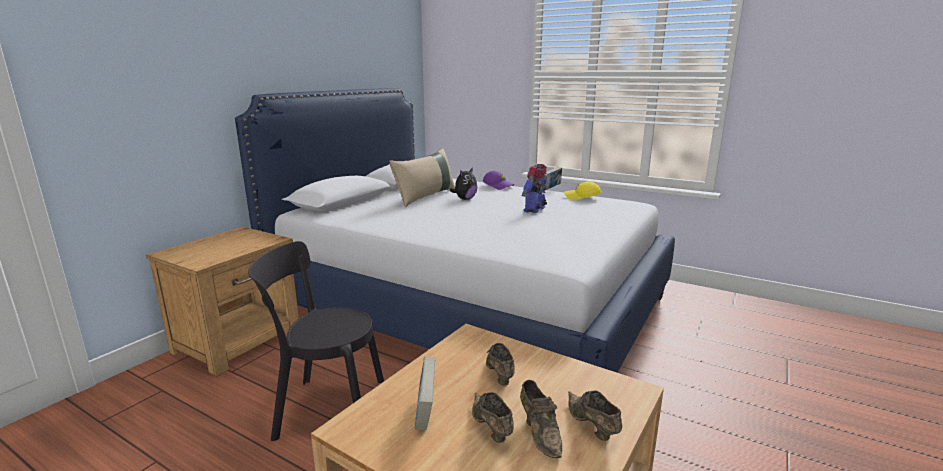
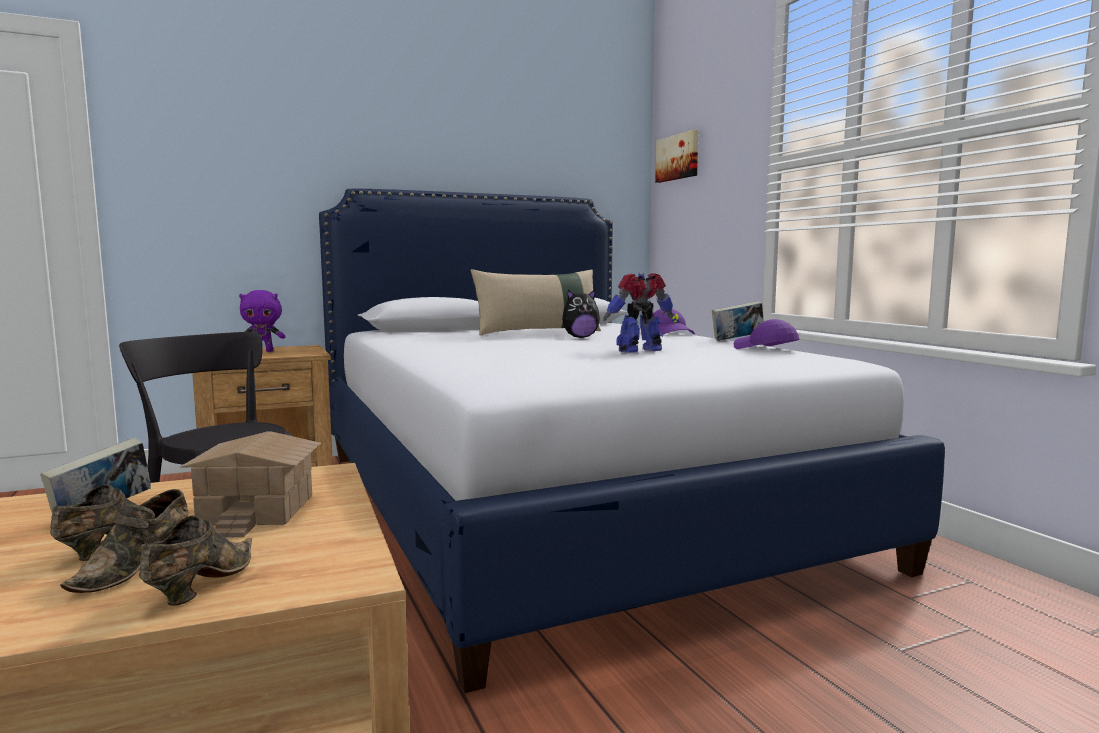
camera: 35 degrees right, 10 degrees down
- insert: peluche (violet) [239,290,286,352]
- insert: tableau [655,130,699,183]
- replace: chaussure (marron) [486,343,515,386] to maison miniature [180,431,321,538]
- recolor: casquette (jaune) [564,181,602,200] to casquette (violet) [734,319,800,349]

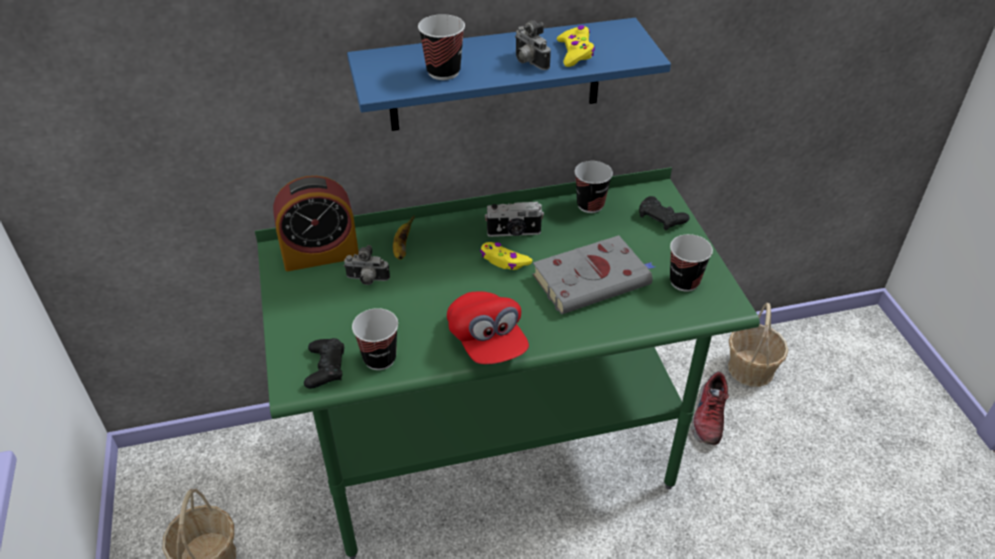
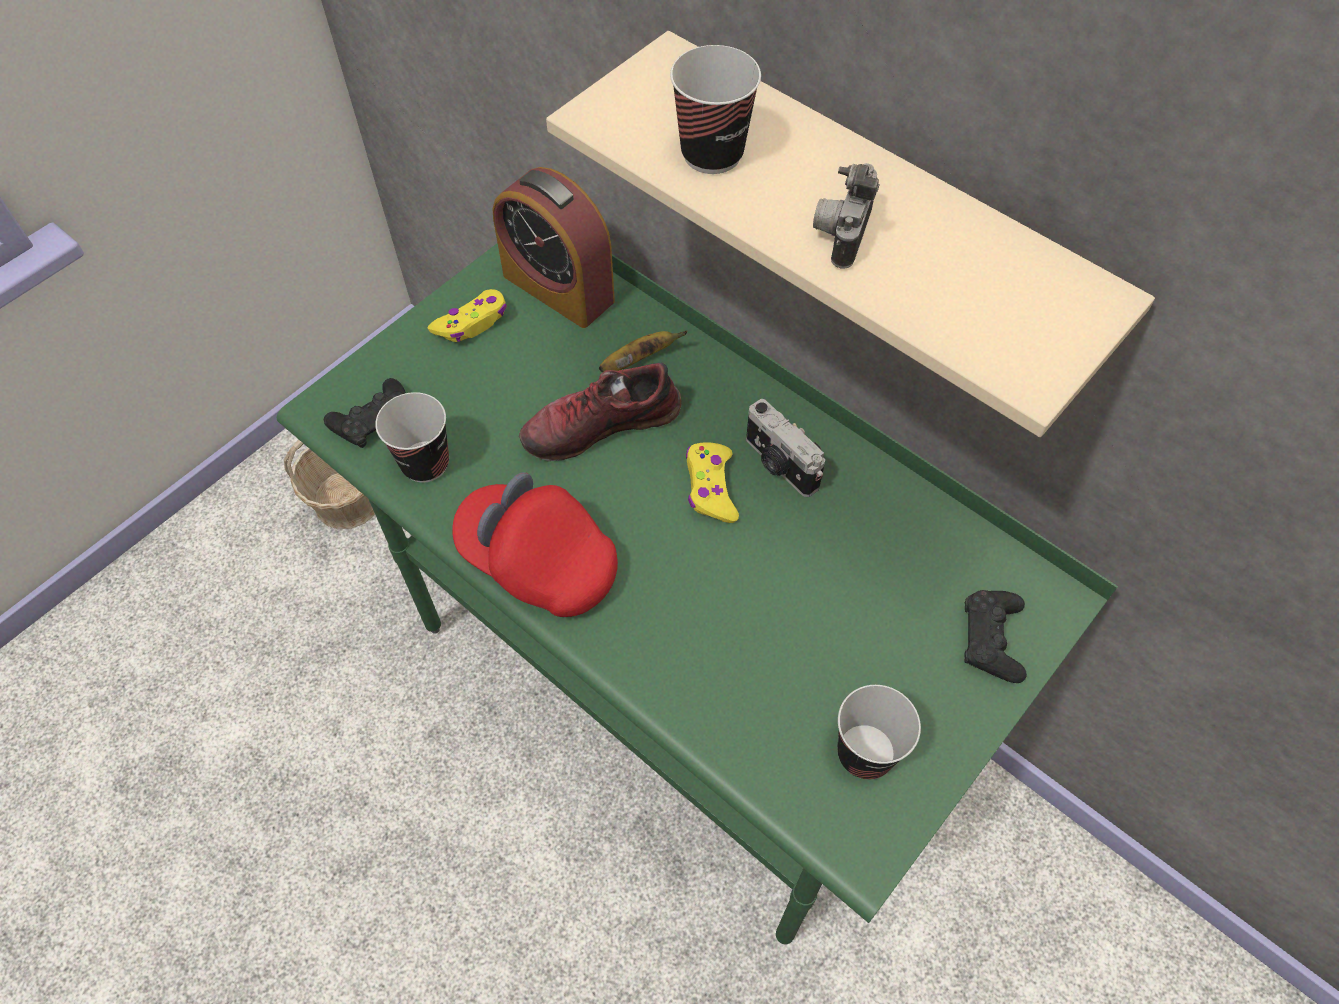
camera: 55 degrees right, 15 degrees up
- delete: appareil photo [344,245,390,285]
- delete: livre (gris) [533,235,655,315]
- delete: tasse [575,161,613,213]
- delete: panier [728,303,788,387]
- move: manette (jaune) [557,25,595,67] to [427,289,507,342]
- move: chaussure [691,371,729,445] to [519,363,682,461]
- recolor: étagère (bleu) [347,18,671,131] to étagère (beige) [546,31,1155,437]
- rotate: casquette (rouge) [447,291,529,364] = [452,472,618,617] 90 degrees clockwise

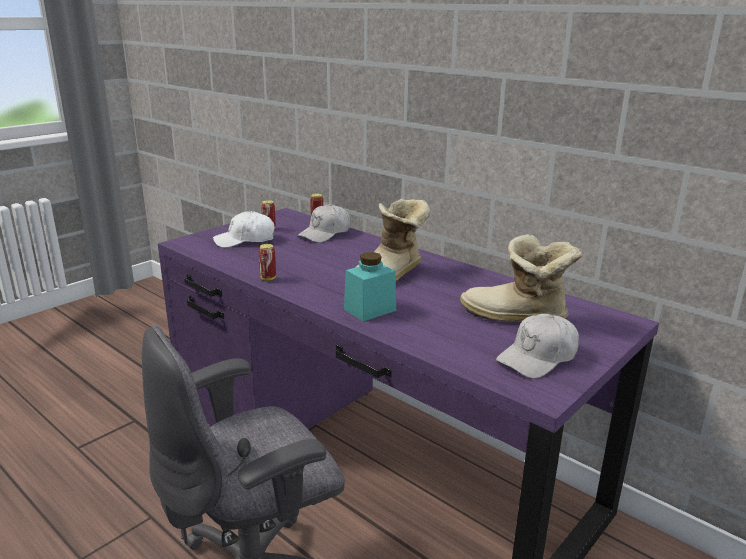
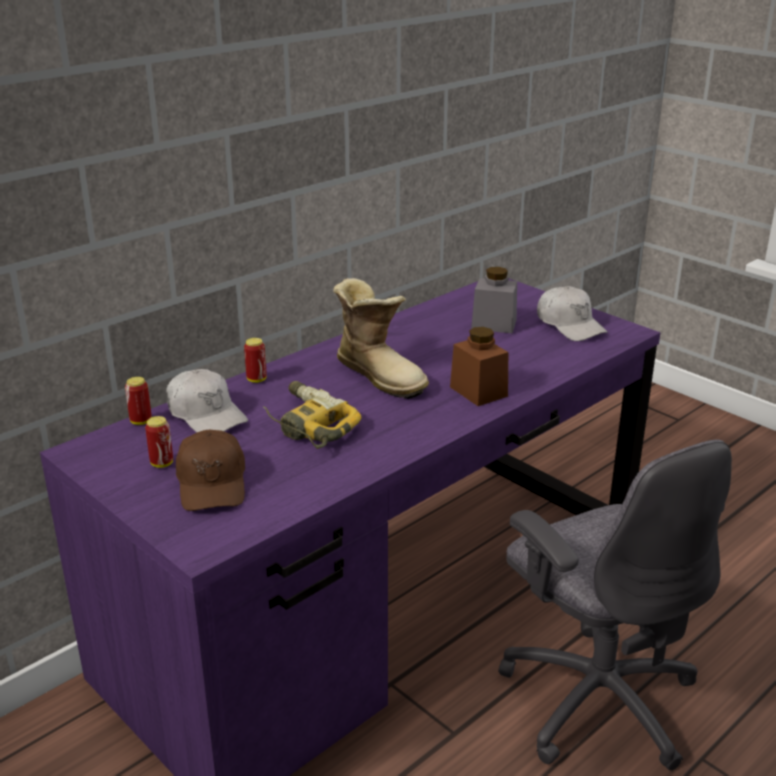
camera: 85 degrees left, 5 degrees up
- insert: perceuse [263,381,362,449]
- move: boîte métallique [259,244,276,281] to [244,338,267,383]
- replace: botte [460,234,582,322] to bocal (gris) [471,267,517,333]
- recolor: casquette (blanc) [213,211,274,248] to casquette (marron) [176,430,245,511]
- recolor: bocal (turquoise) [344,252,396,322] to bocal (marron) [450,327,508,406]

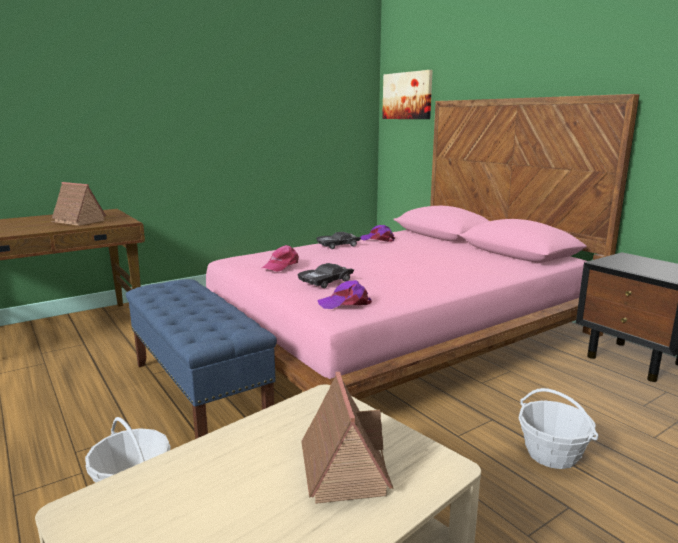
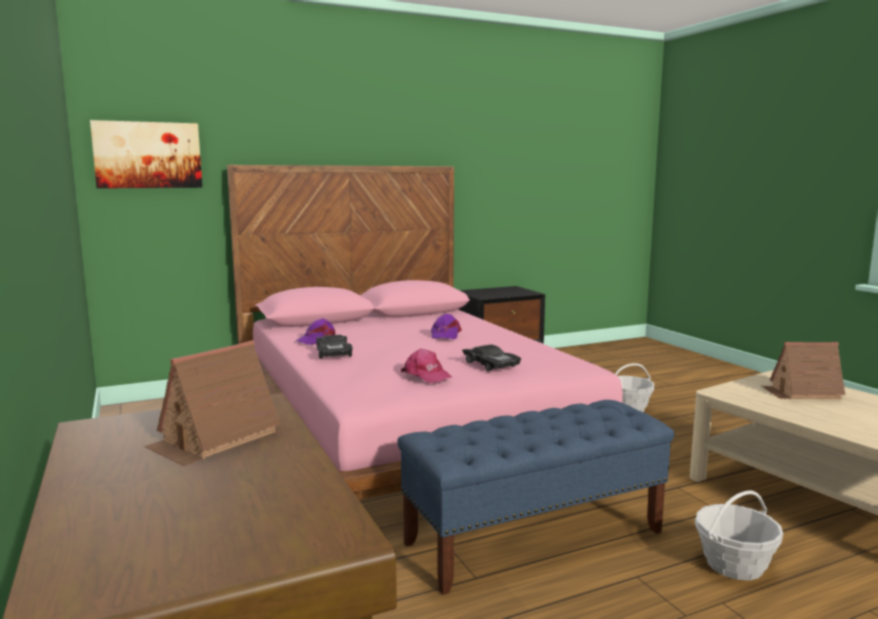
camera: 80 degrees left, 5 degrees down
- move: casquette (violet) [317,280,372,309] to [431,314,462,340]

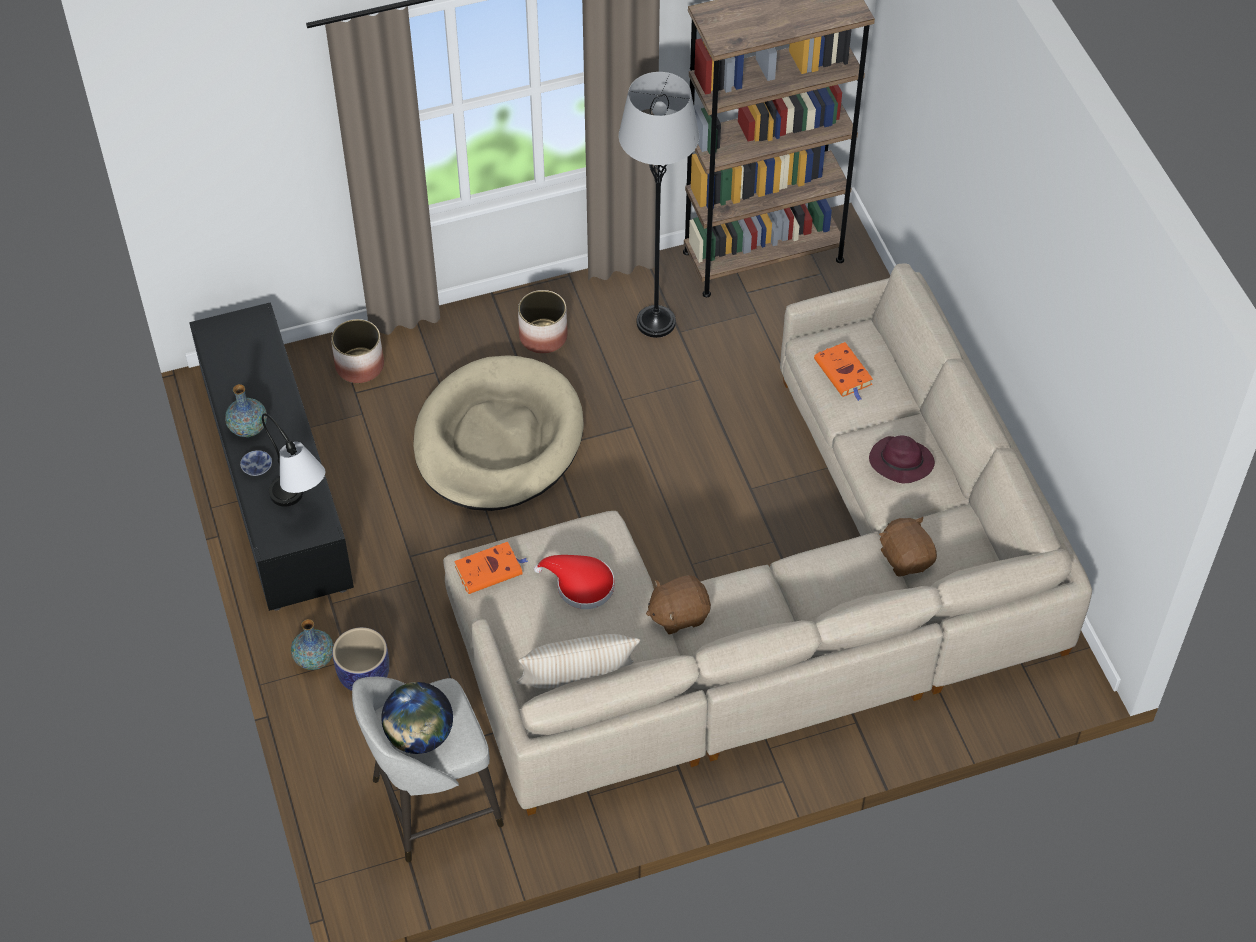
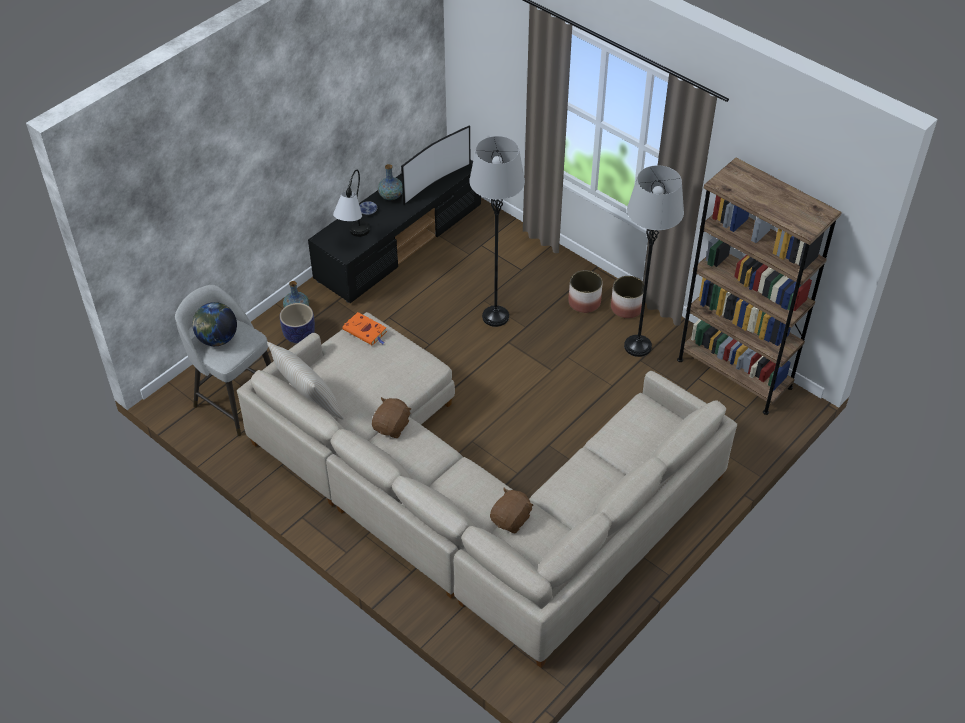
camera: 60 degrees right, 5 degrees down
- delete: chapeau (rouge) [534,555,614,609]
- delete: livre (orange) [814,342,873,401]
- delete: chapeau (violet) [869,435,935,483]
- insert: téléviseur [401,125,471,205]
- move: cache-pot [331,319,384,383] to [611,276,644,318]
- replace: panier pour chien (beige) [413,355,584,511] to lampadaire (gris) [469,136,525,327]
- rotate: peluche (marron) [646,575,711,635] = [372,397,411,438] 75 degrees clockwise

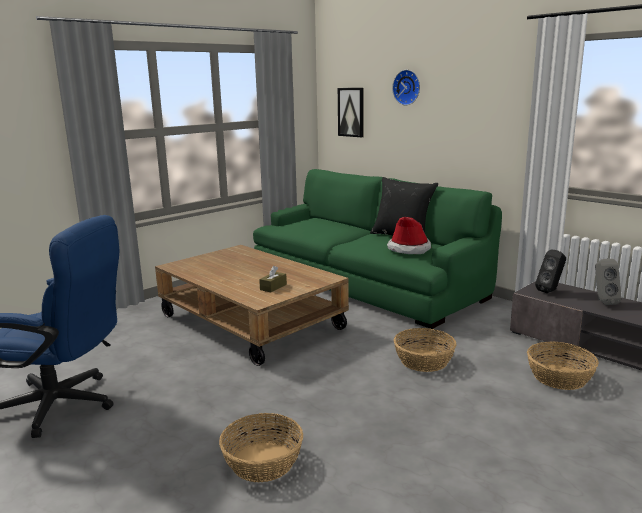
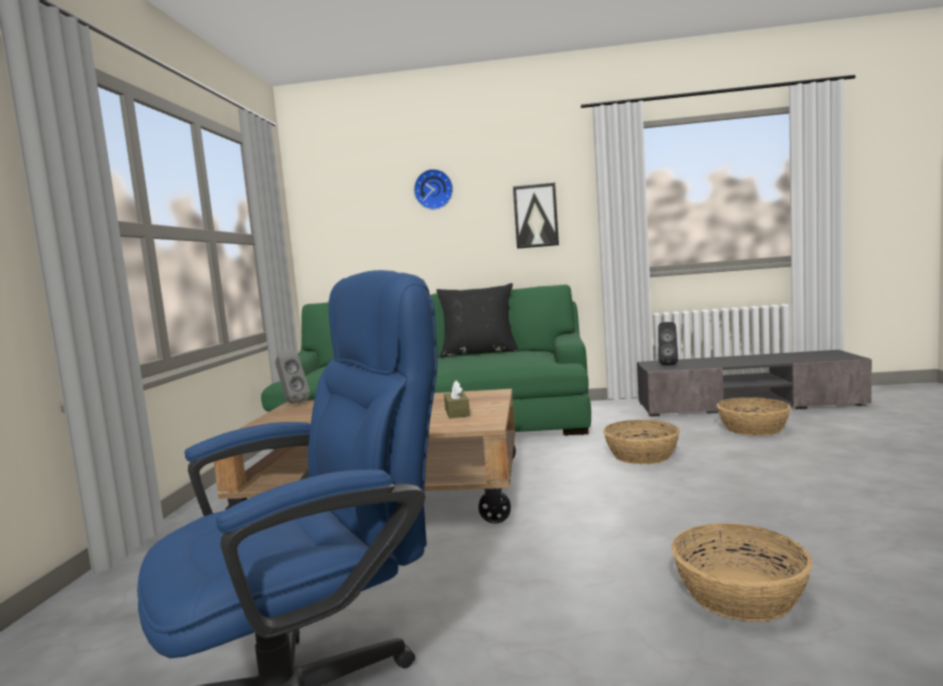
camera: 40 degrees left, 10 degrees down
- delete: chapeau [387,217,431,254]
- move: tableau [338,88,363,137] to [513,183,559,249]
- move: enceinte (gris) [595,259,622,305] to [275,350,310,403]

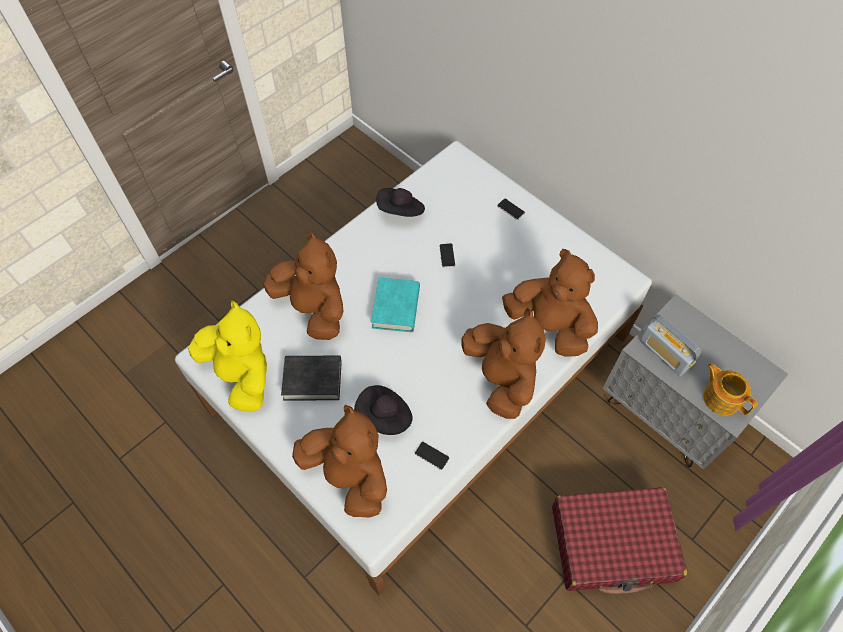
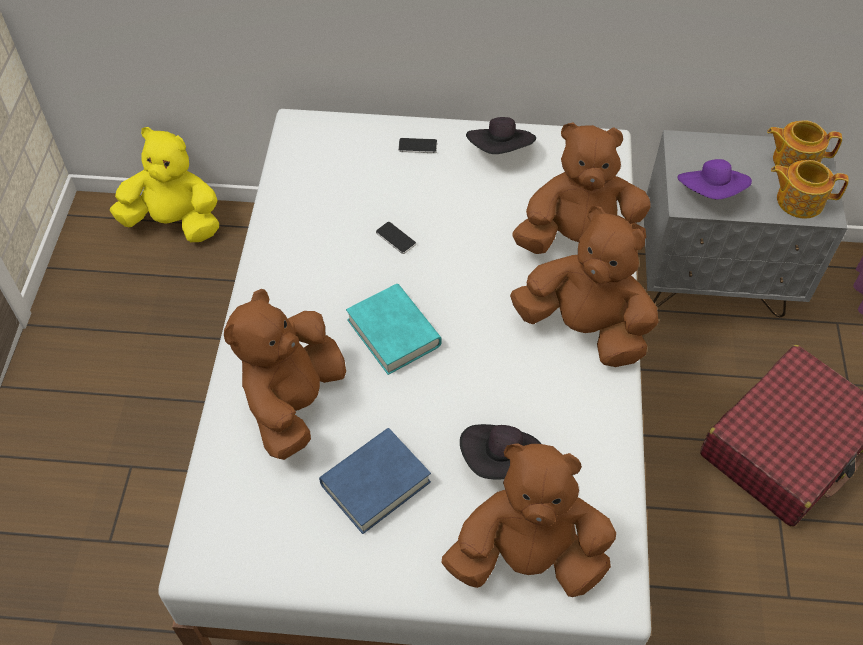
camera: 40 degrees left, 5 degrees down
- delete: téléphone [415,442,449,470]
- insert: théière [767,120,842,168]
- move: peluche (jaune) [188,300,267,412] to [109,127,219,242]
- move: chapeau (noir) [376,188,425,217] to [466,117,536,154]
- replace: radio [640,314,701,376] to chapeau (violet) [678,159,752,200]
- recolor: livre (noir) [281,356,342,401] to livre (bleu) [319,428,431,534]
- rotate: peluche (marron) [263,232,344,340] = [224,289,346,460] 75 degrees counterclockwise

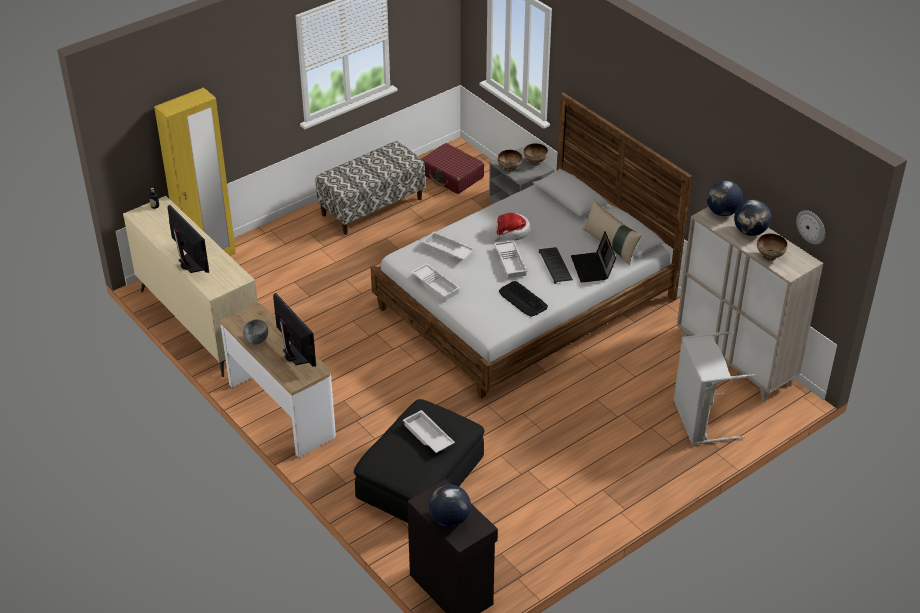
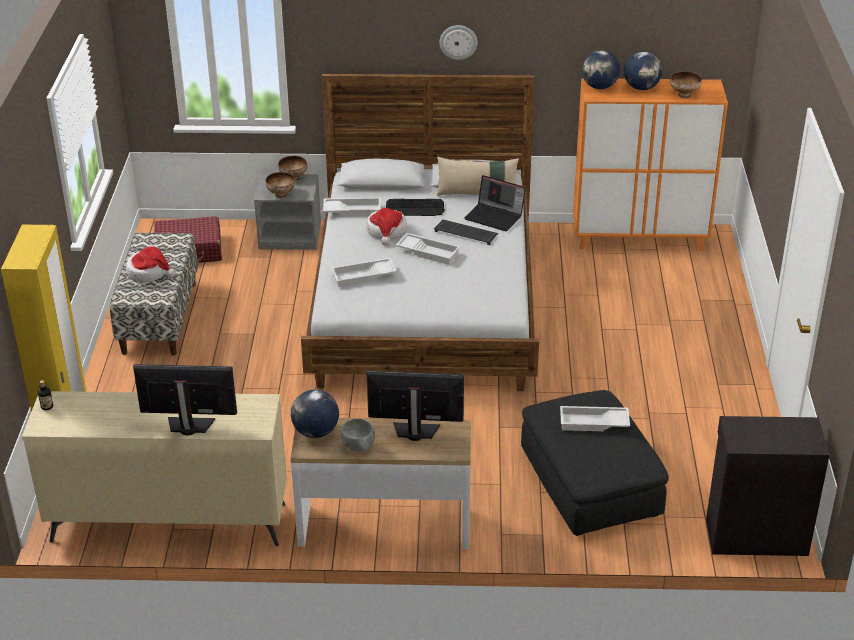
camera: 50 degrees left, 5 degrees down
- delete: panier à linge (gris) [674,331,755,445]
- insert: chapeau [126,247,176,282]
- move: plateau (blanc) [411,263,460,301] to [323,198,381,217]
- move: globe [429,485,471,527] to [291,390,339,438]
- move: clavier [499,281,548,317] to [386,199,445,216]
- move: horloge murale [796,210,825,244] to [439,25,477,60]
- recolor: meuble de rangement (beige) [677,207,823,402] to meuble de rangement (orange) [573,78,728,251]

